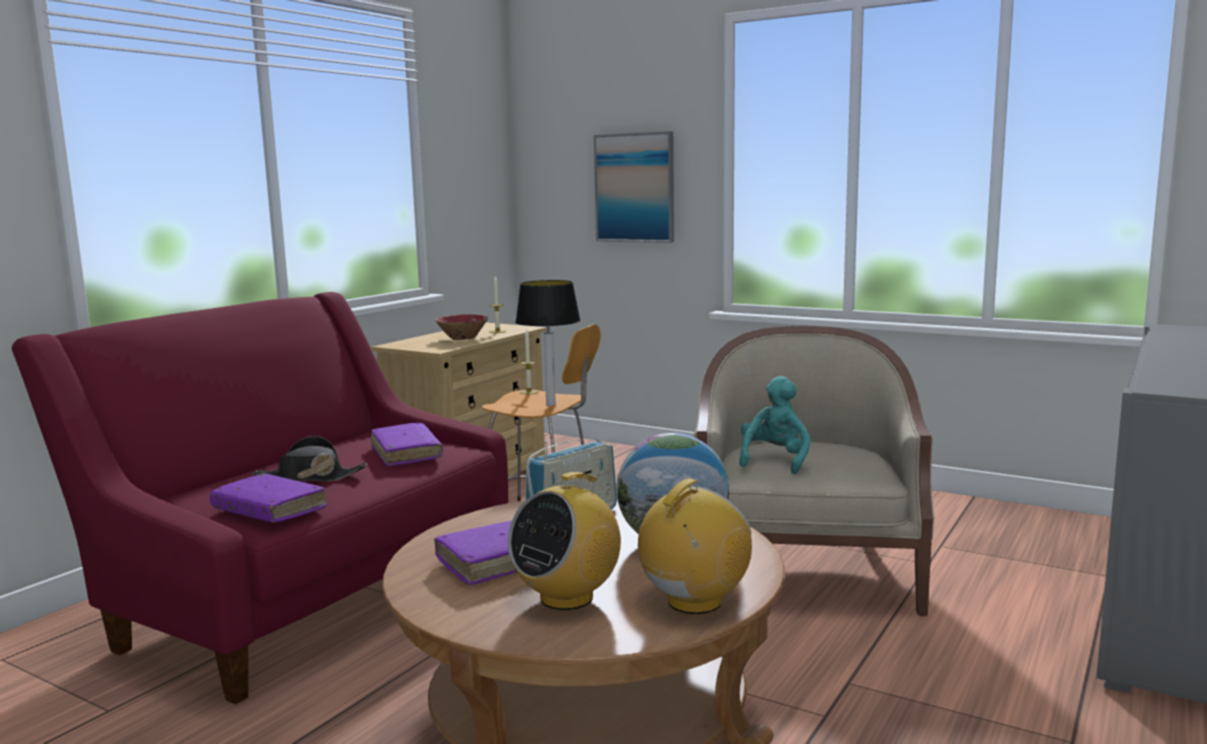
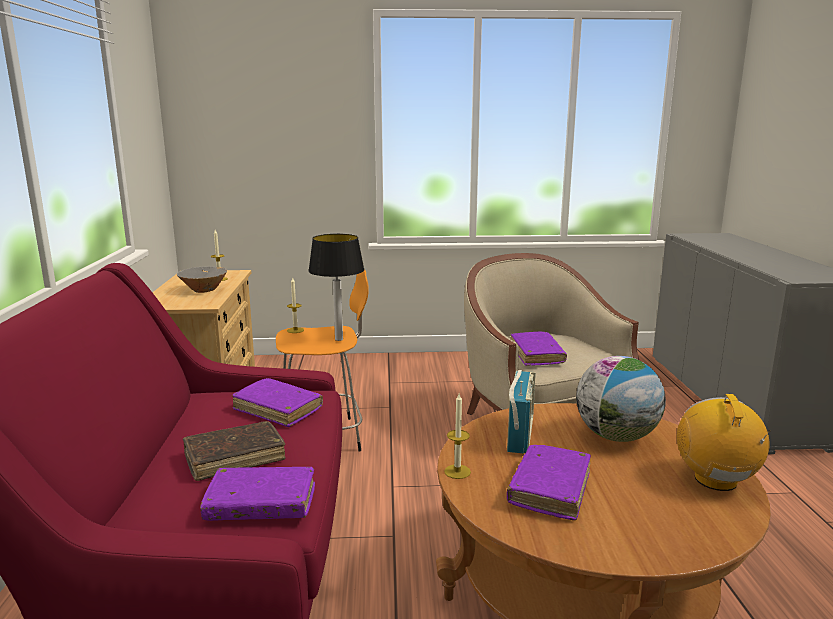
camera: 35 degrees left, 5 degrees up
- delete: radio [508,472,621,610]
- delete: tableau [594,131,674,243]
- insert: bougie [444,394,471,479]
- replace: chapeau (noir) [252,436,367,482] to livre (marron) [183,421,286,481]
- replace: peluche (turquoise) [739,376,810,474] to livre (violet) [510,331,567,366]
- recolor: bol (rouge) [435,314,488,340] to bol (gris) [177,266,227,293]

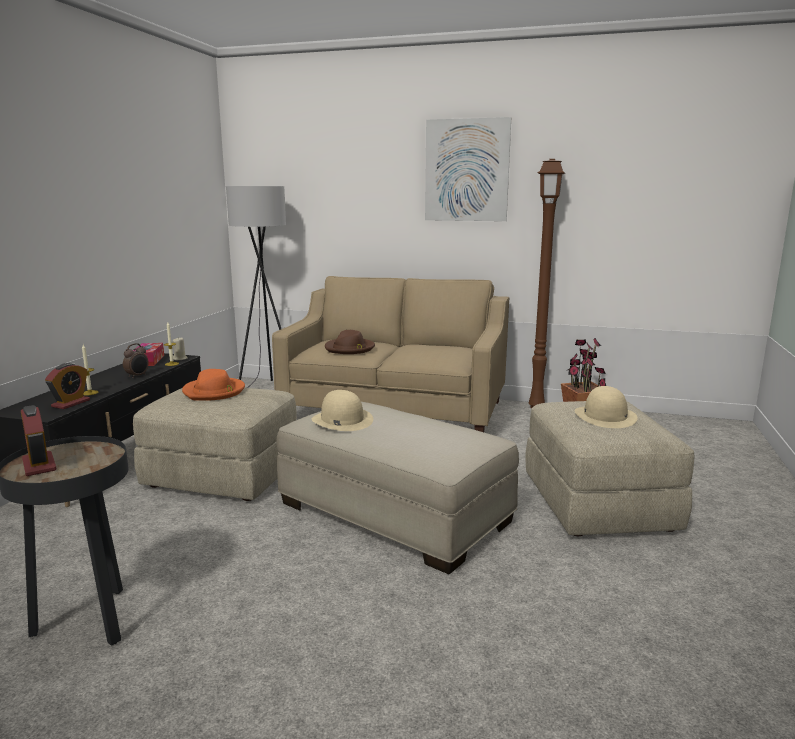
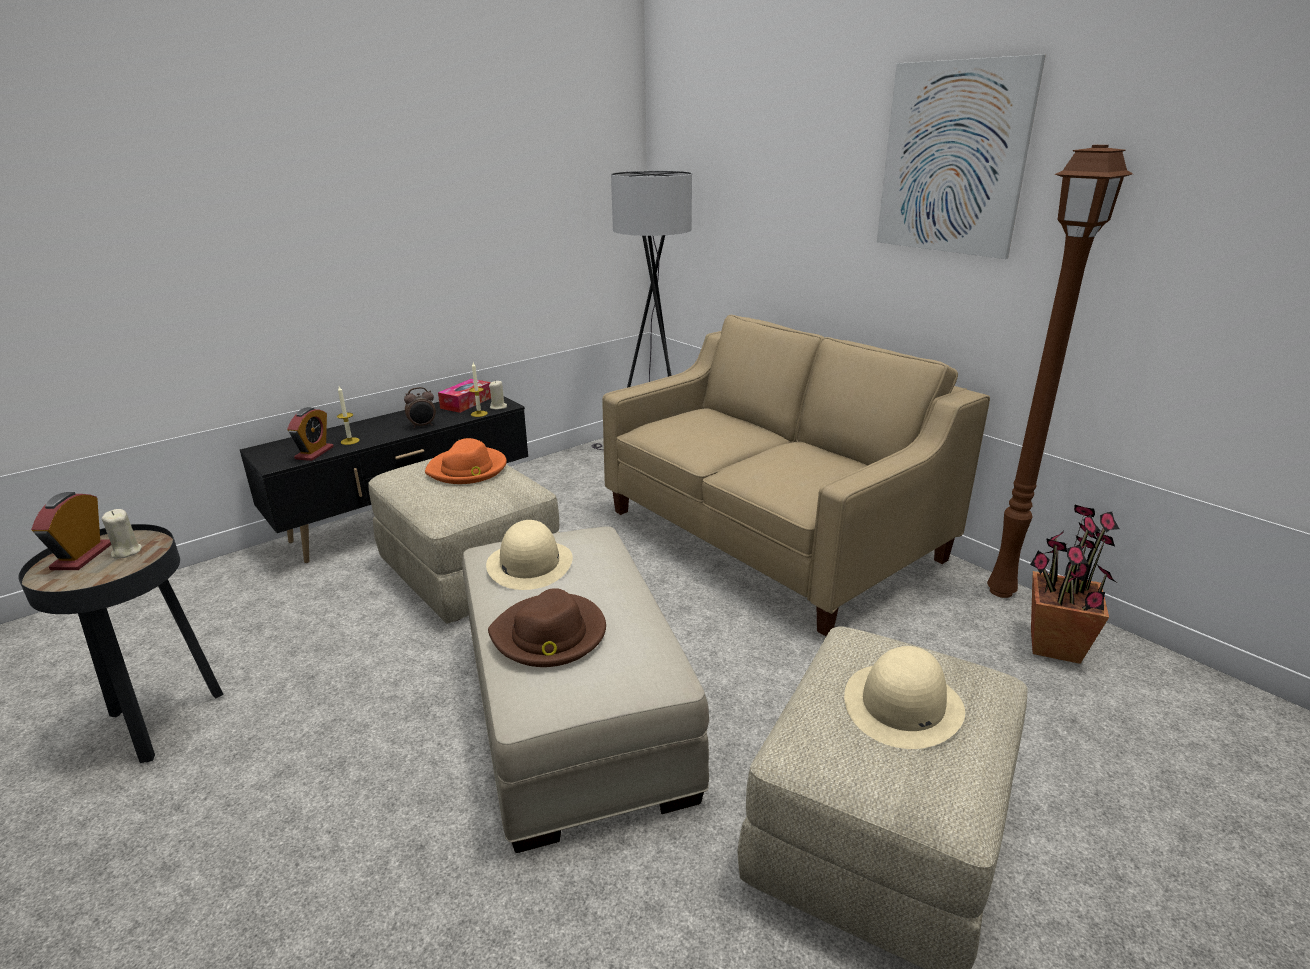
camera: 35 degrees right, 10 degrees up
- insert: bougie (beige) [102,509,142,559]
- move: chapeau (marron) [325,330,375,354] to [488,588,606,667]
- rotate: réveil [45,363,90,409] = [287,407,334,461] 45 degrees counterclockwise

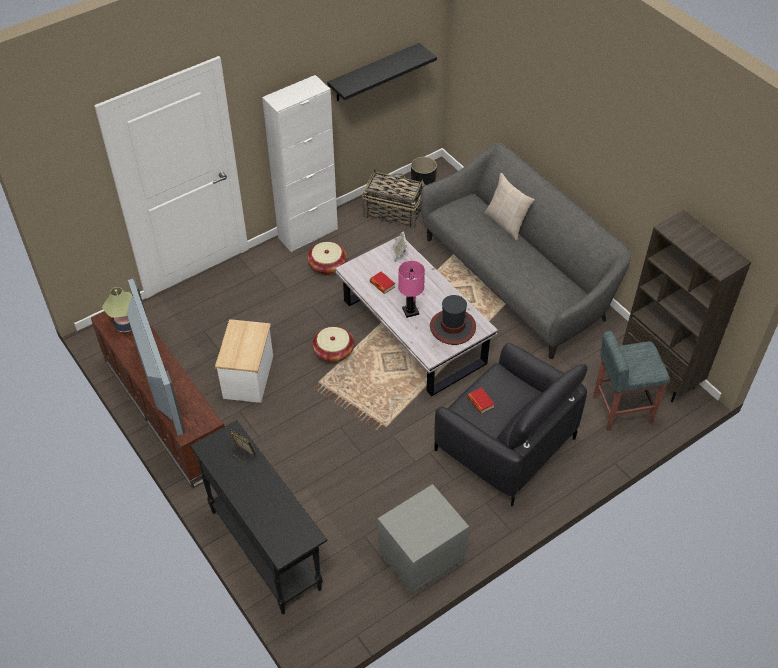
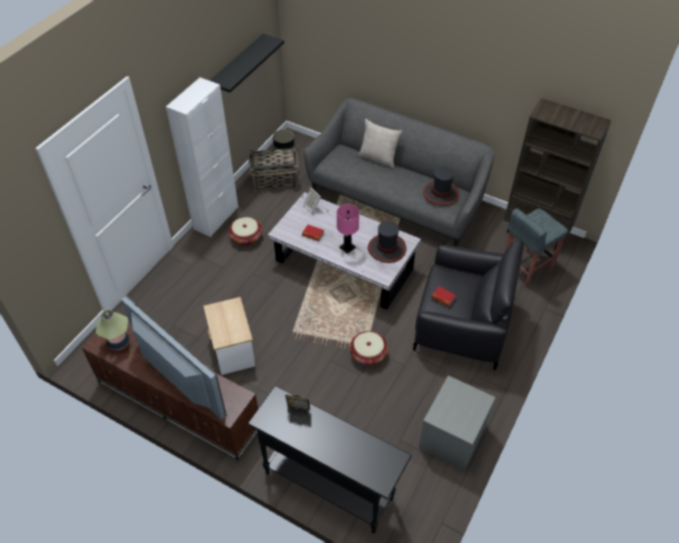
camera: 25 degrees left, 0 degrees up
- insert: chapeau [423,167,459,206]
- move: panier [312,326,354,363] to [350,331,388,365]

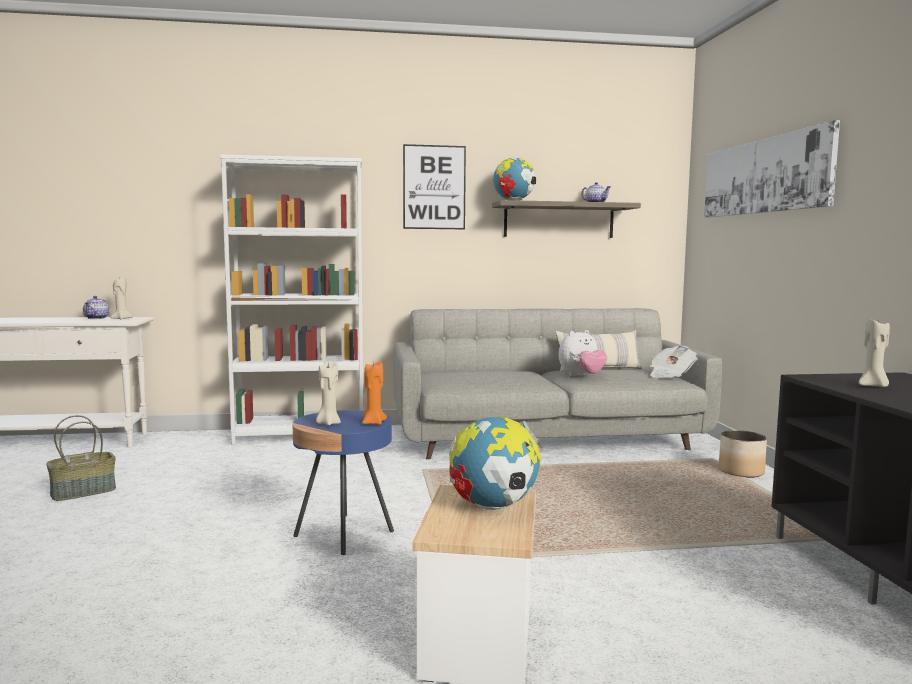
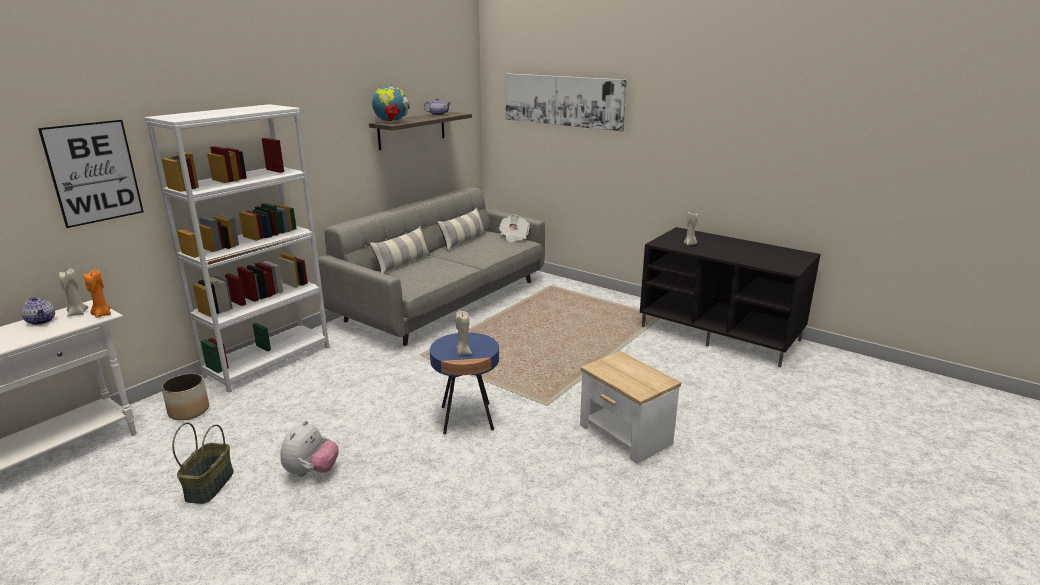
camera: 45 degrees left, 15 degrees up
- delete: globe [449,417,542,510]
- insert: coussin [370,226,430,274]
- move: bougie (orange) [362,361,387,425] to [84,270,111,318]
- move: tableau [403,144,466,229] to [38,120,144,228]
- move: peluche [559,330,607,376] to [280,420,339,477]
- move: cache-pot [719,430,767,478] to [161,373,209,420]

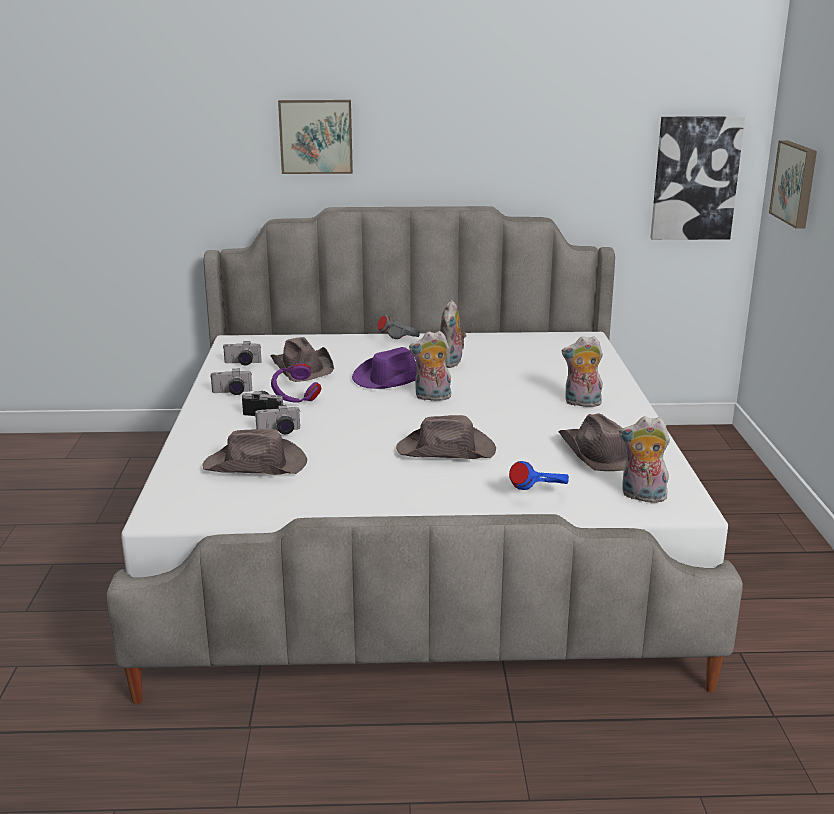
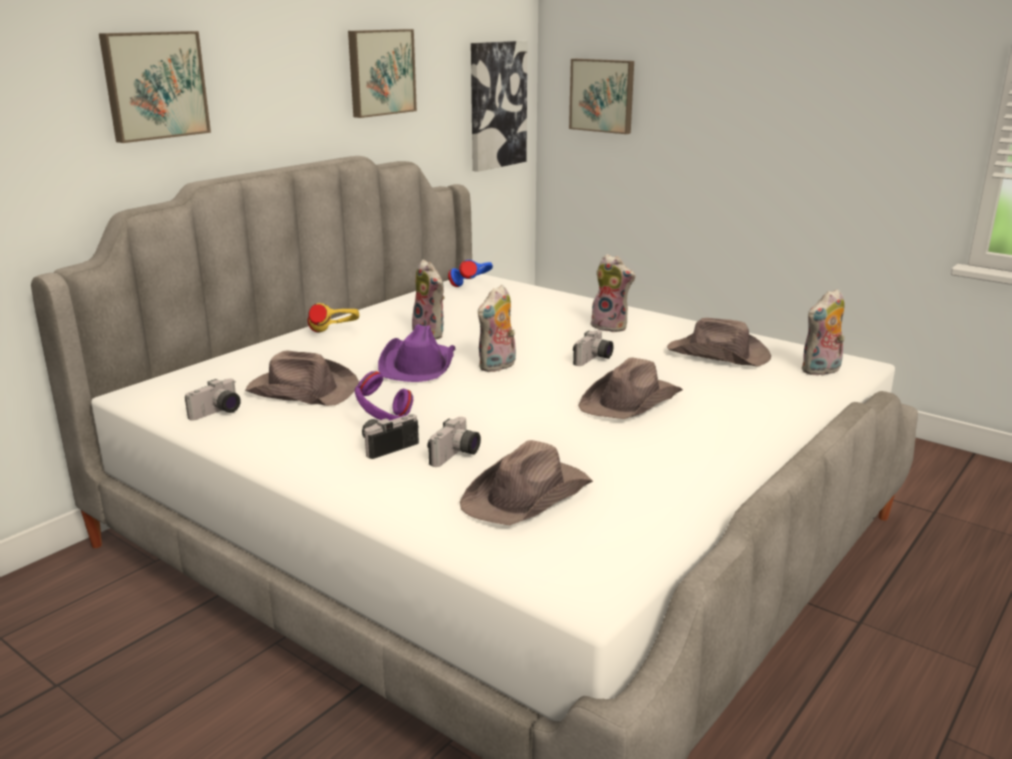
camera: 50 degrees left, 0 degrees up
- insert: tableau [348,29,417,118]
- move: appareil photo [211,369,252,395] to [573,330,614,366]
- move: casque audio (bleu) [509,461,569,490] to [448,260,493,287]
- recolor: casque audio (gris) [378,315,420,339] to casque audio (jaune) [308,303,359,332]
- rotate: peluche [562,336,603,407] = [591,254,635,332] 105 degrees counterclockwise

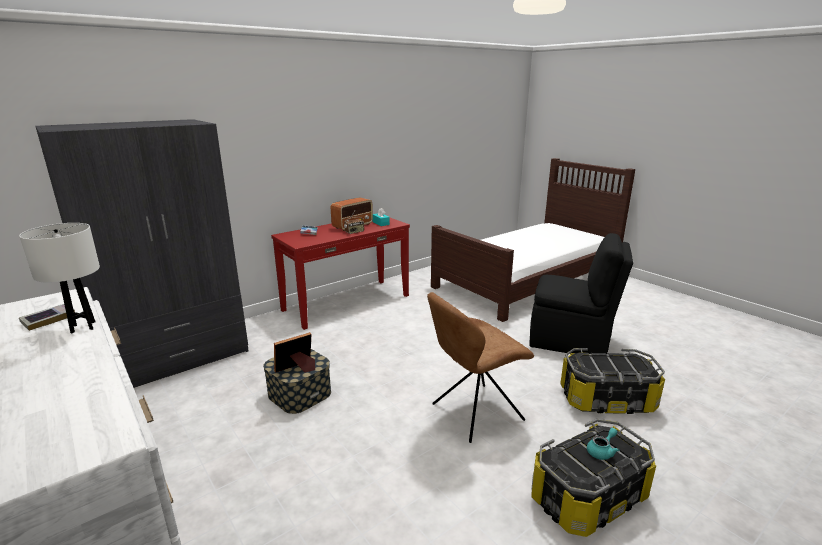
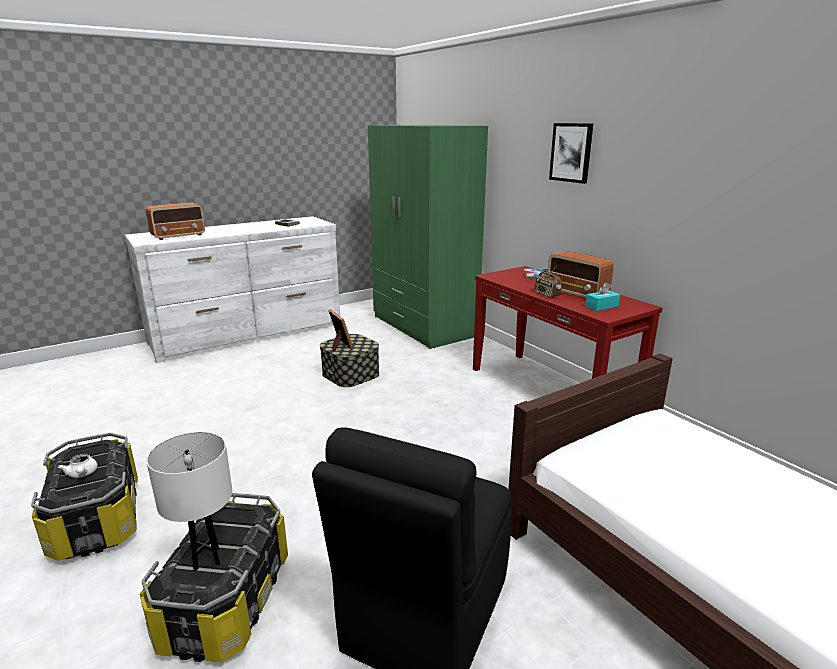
camera: 95 degrees right, 0 degrees up
- delete: chaise (marron) [427,292,534,443]
- insert: radio [146,203,205,240]
- insert: tableau [549,123,593,184]
- move: lampe de table (blanc) [19,223,100,333] to [146,432,232,571]
- recolor: armoire (gris) [36,119,249,388] to armoire (vert) [368,125,488,349]
- recolor: théière (turquoise) [587,428,619,460] to théière (blanc) [58,454,98,478]

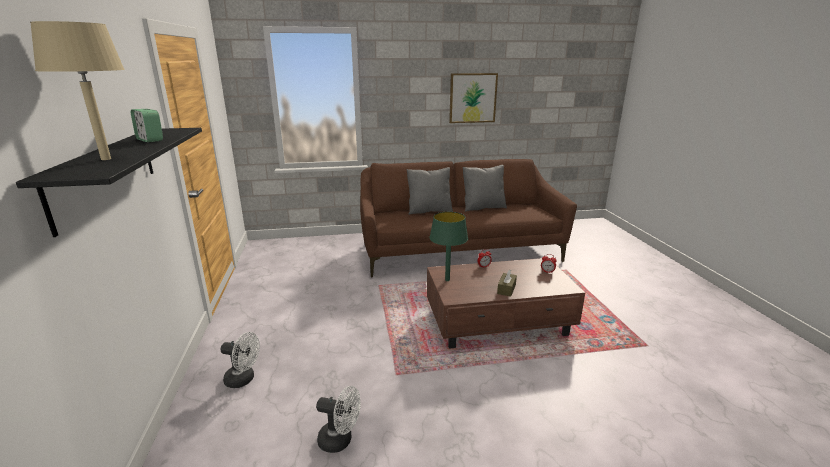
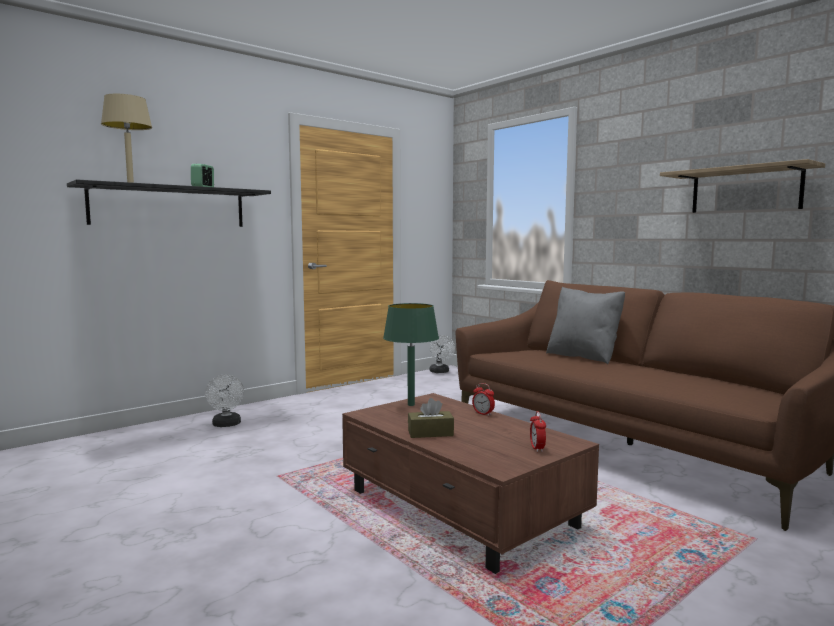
camera: 60 degrees right, 15 degrees down
- delete: coussin (gris) [463,165,507,212]
- move: ventilateur (blanc) [316,386,361,453] to [430,335,455,373]
- replace: tableau [449,73,498,123] to étagère [660,159,825,213]

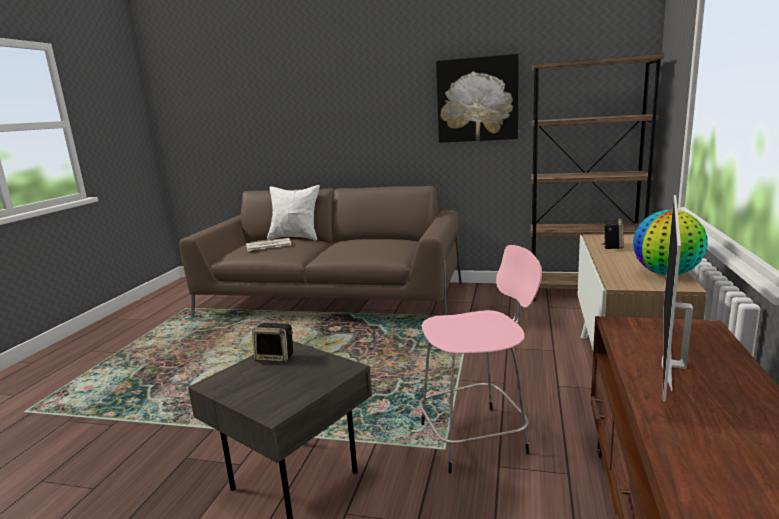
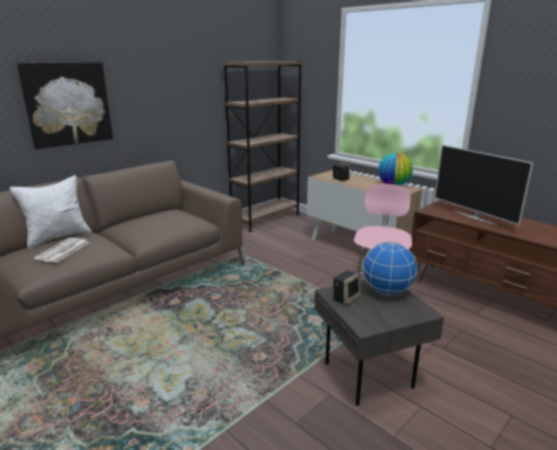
camera: 60 degrees left, 5 degrees up
- insert: globe [363,241,418,295]
- move: tableau [436,54,519,143] to [17,62,113,149]

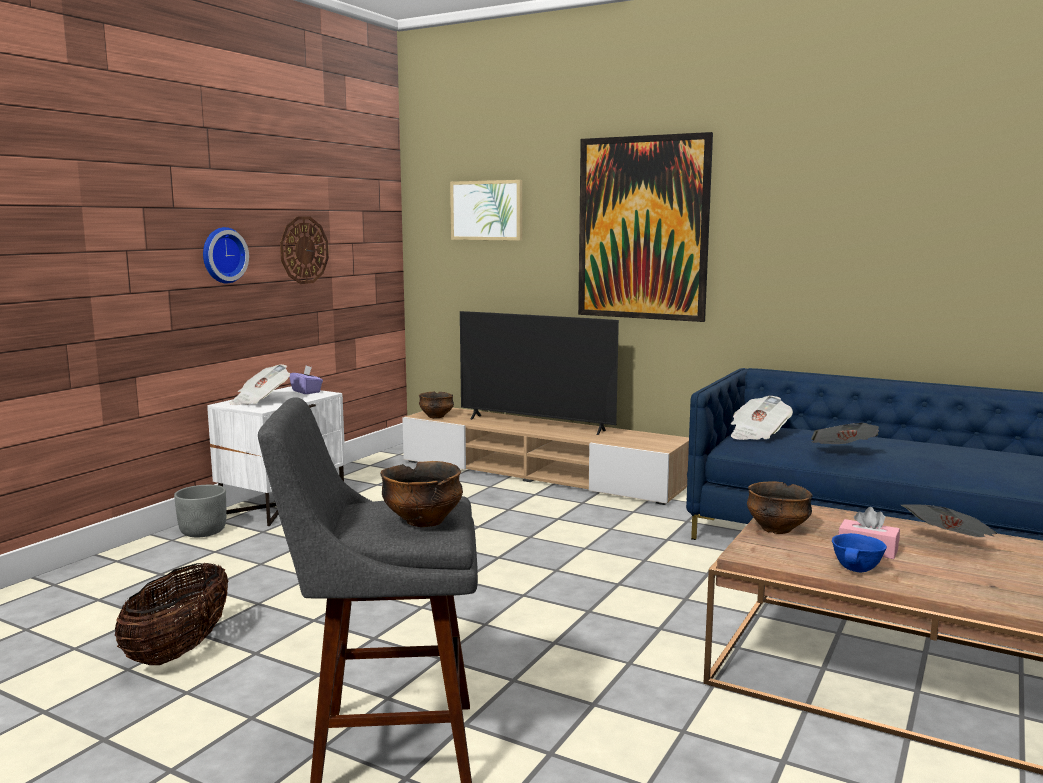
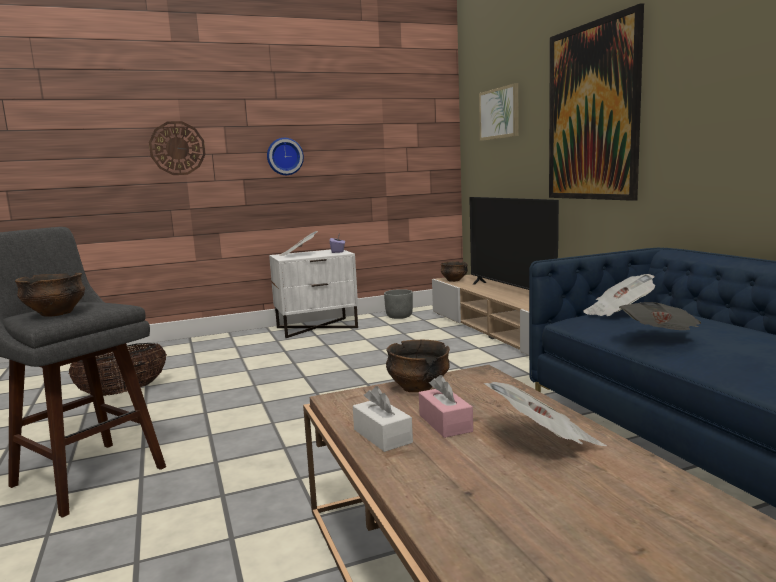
camera: 40 degrees right, 0 degrees up
- move: cache-pot (gris) [174,485,227,537] to [384,289,413,319]
- move: horloge murale [280,216,329,284] to [149,121,206,175]
- replace: bol (bleu) [832,533,887,572] to boîte à mouchoirs (blanc) [353,386,413,452]

